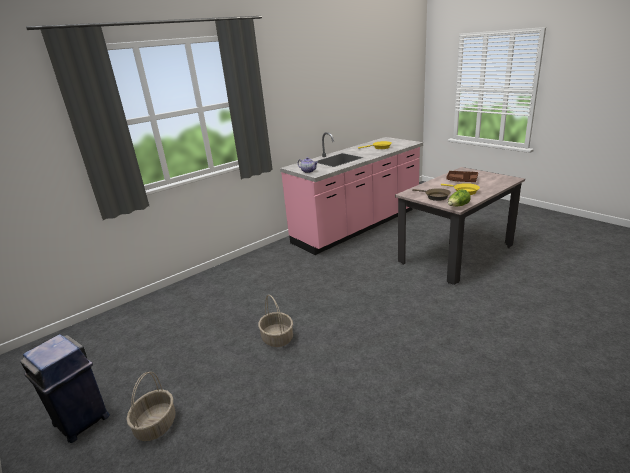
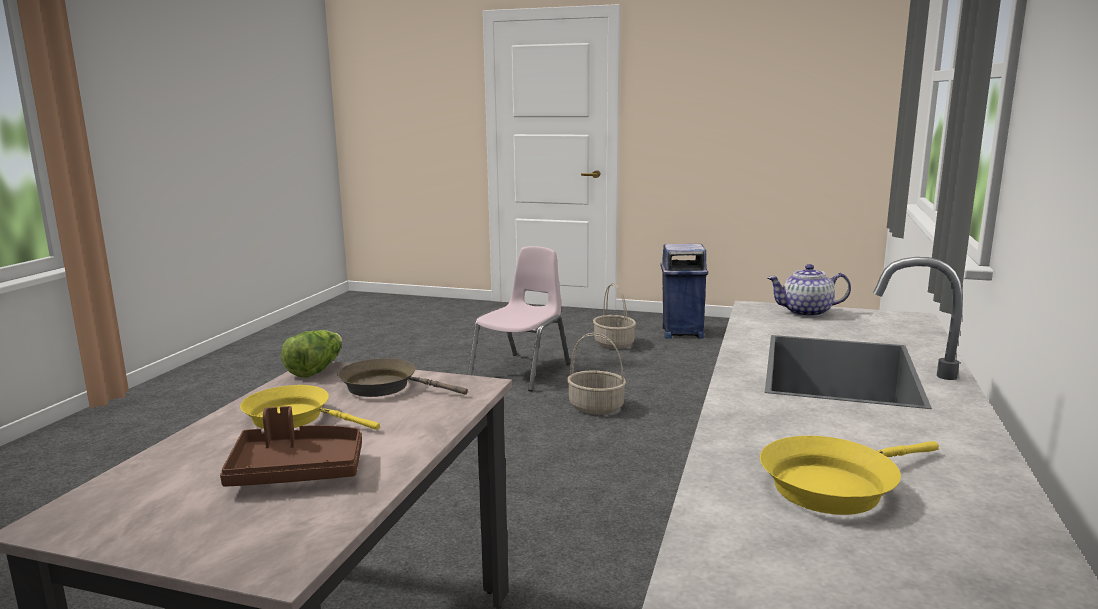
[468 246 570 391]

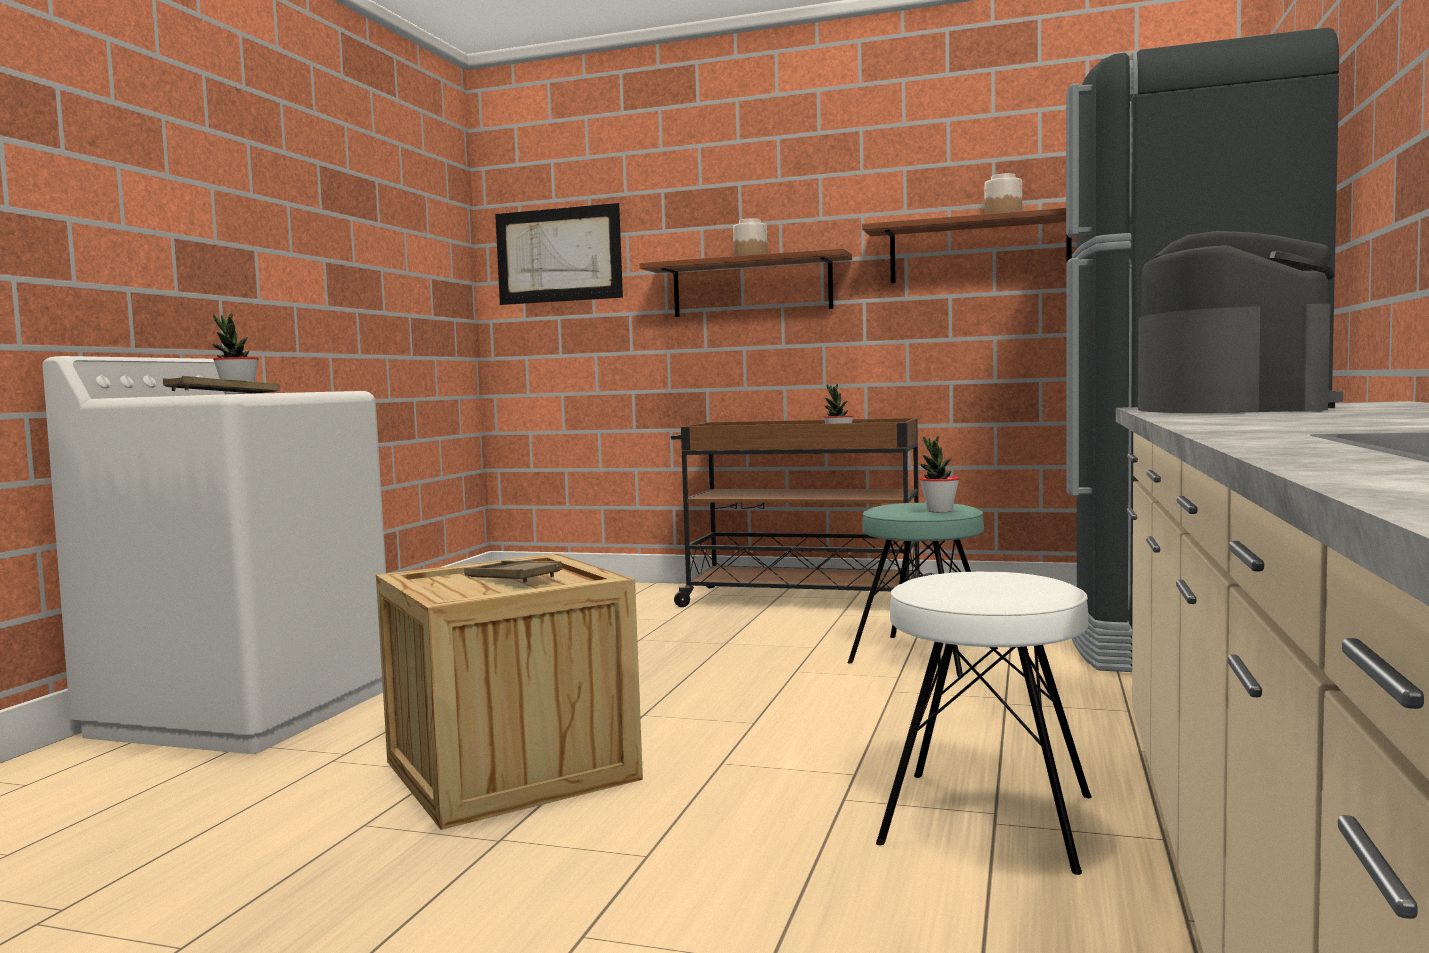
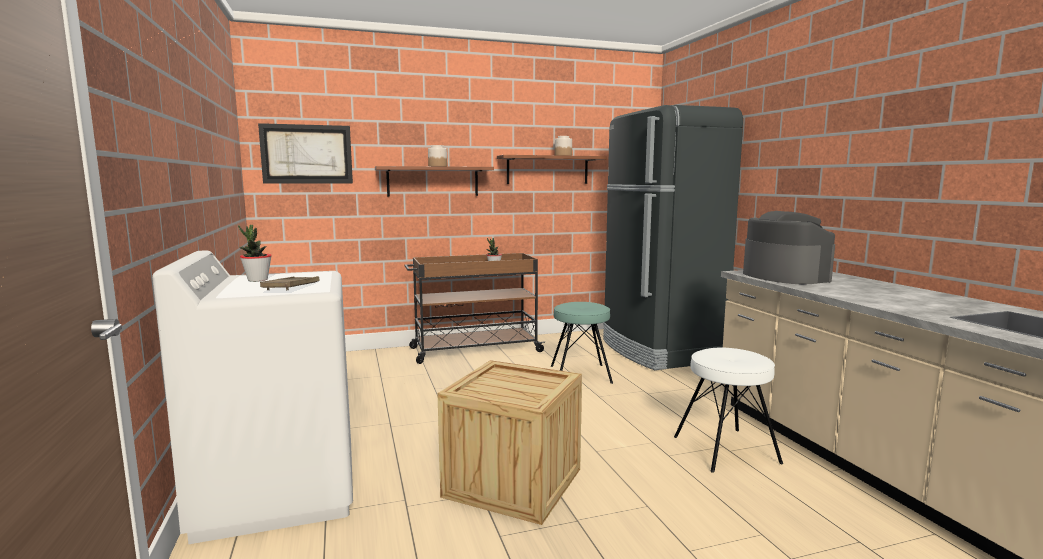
[464 560 562 583] (first image)
[920 436 959 513] (first image)

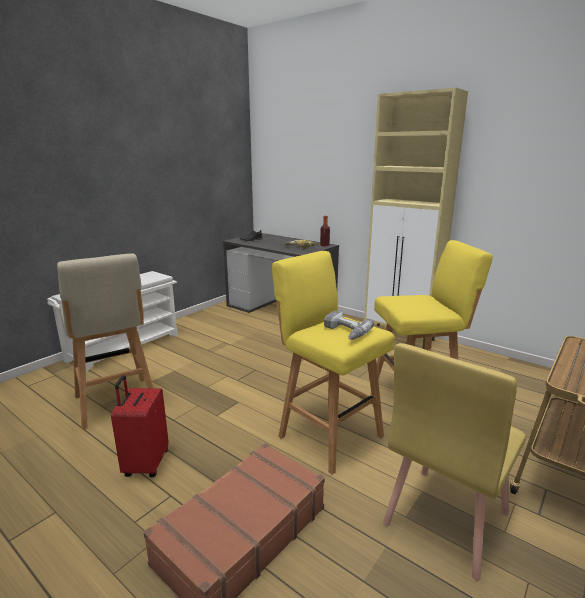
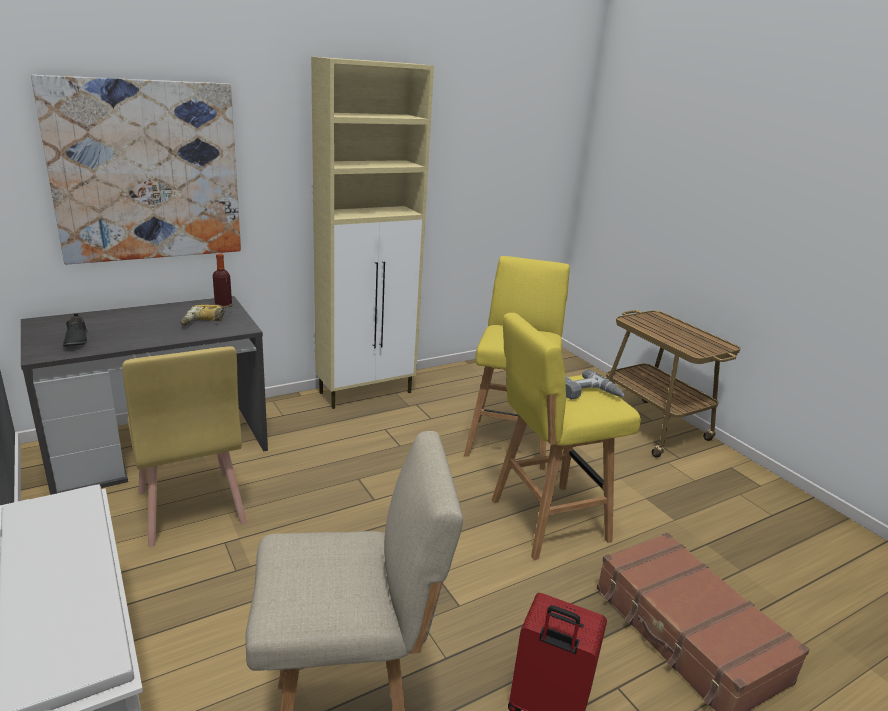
[122 346 247 547]
[31 75 241 265]

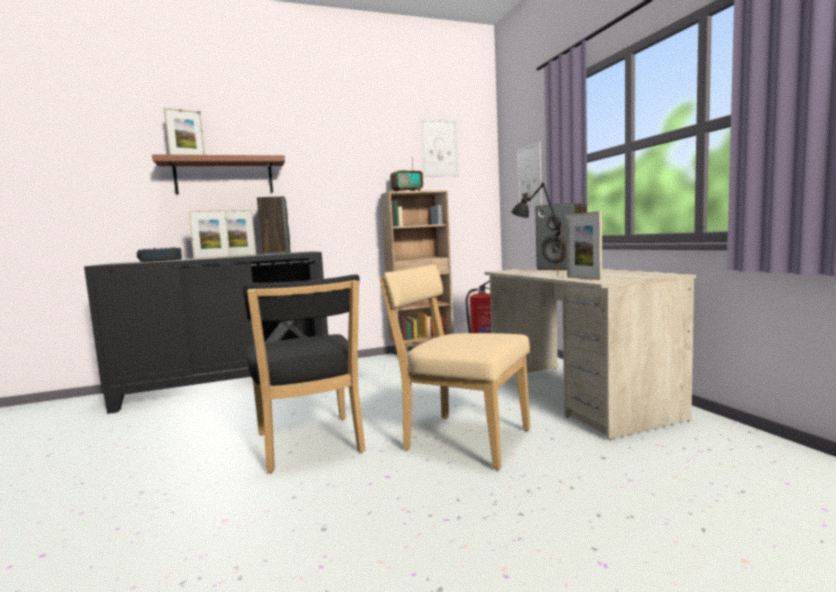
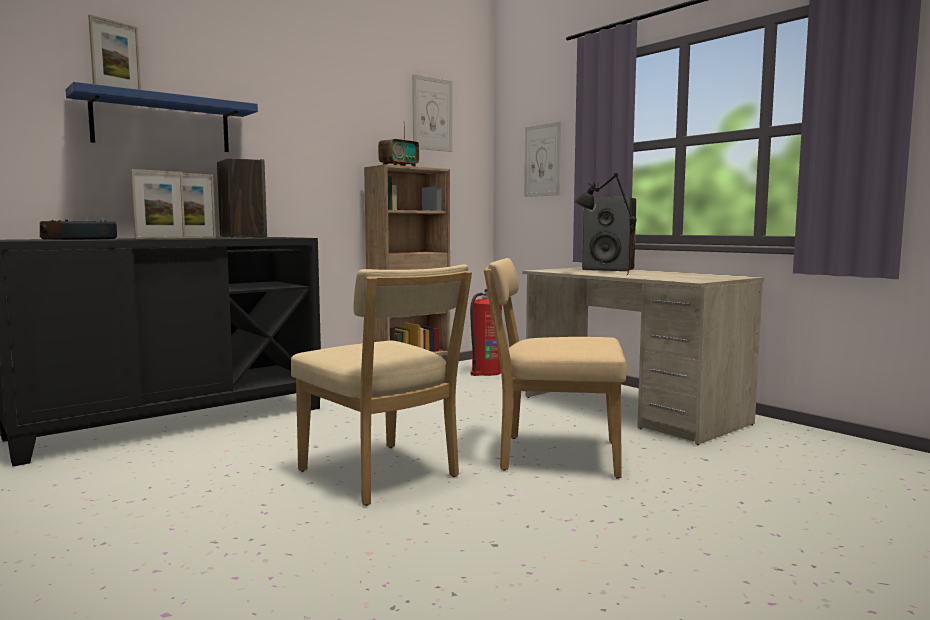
[65 82 258 152]
[291 264 472 506]
[566 211 602 280] (first image)

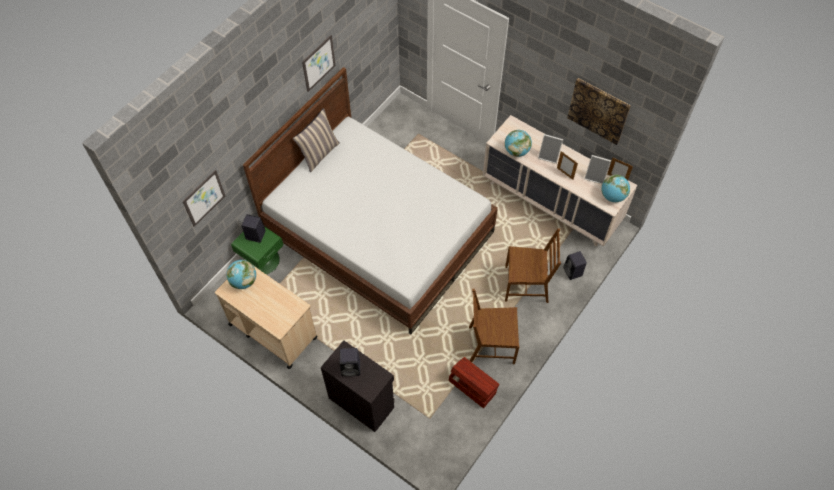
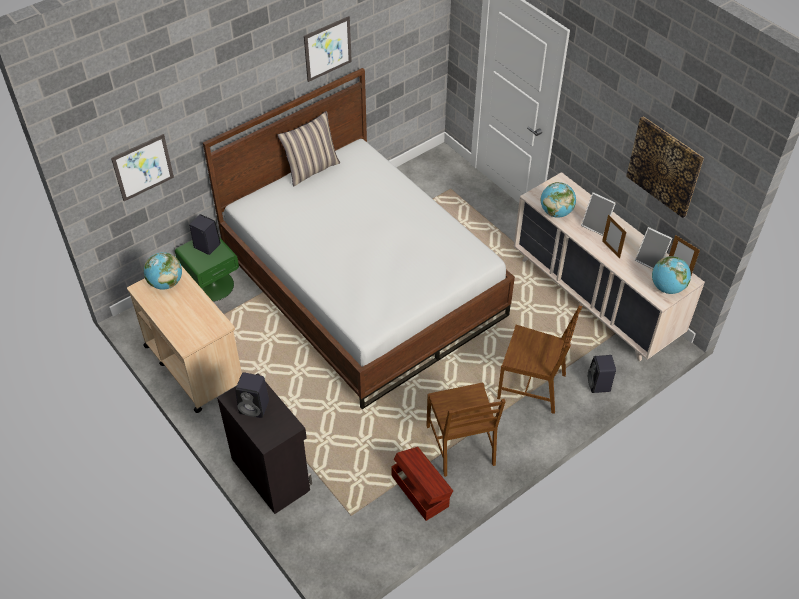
[426 382 506 477]

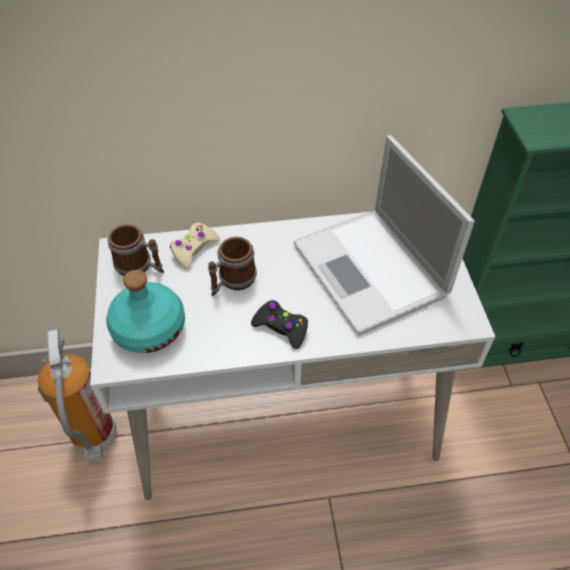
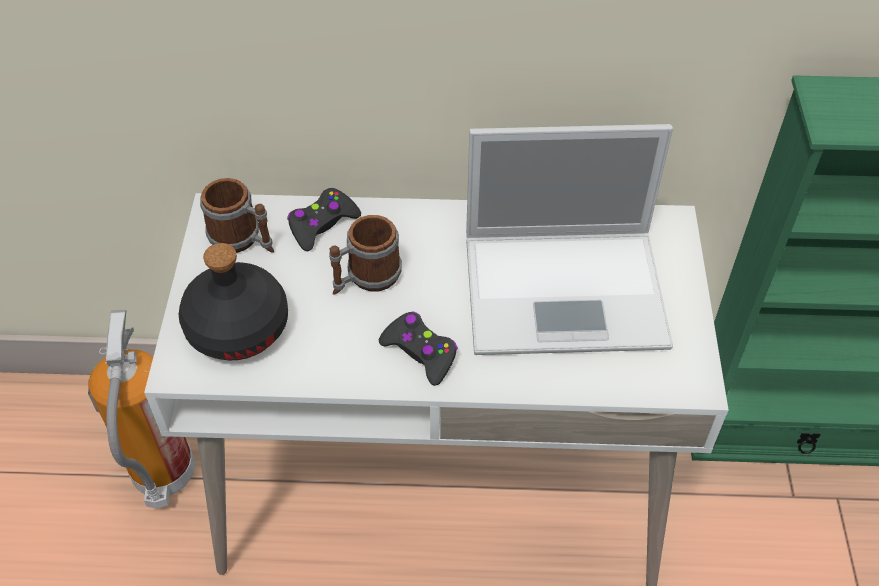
[178 243 288 361]
[287 188 361 251]
[466 124 673 355]

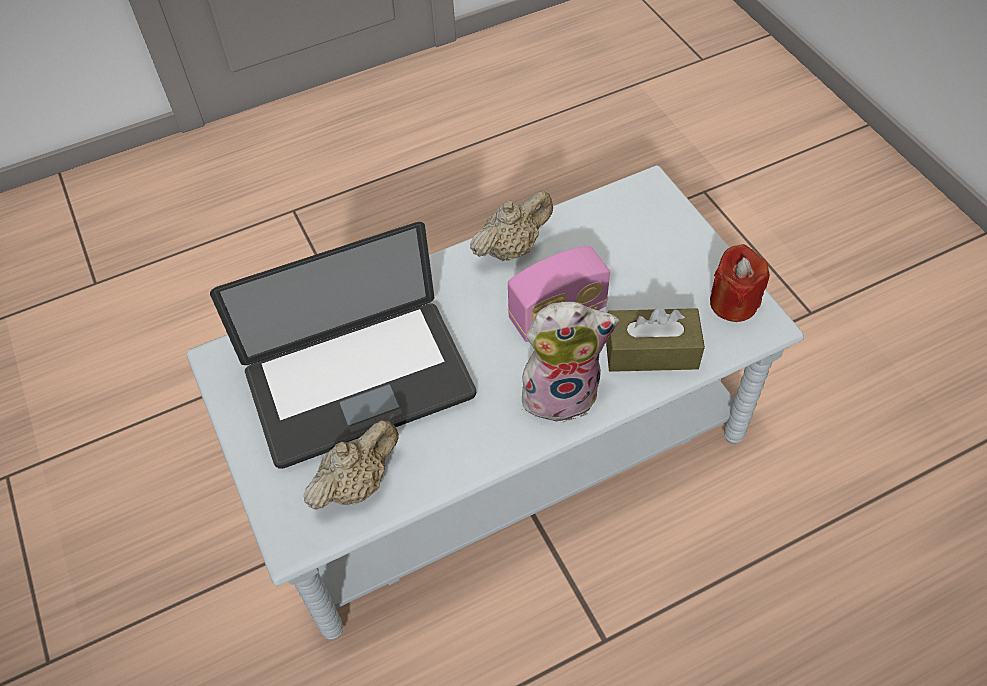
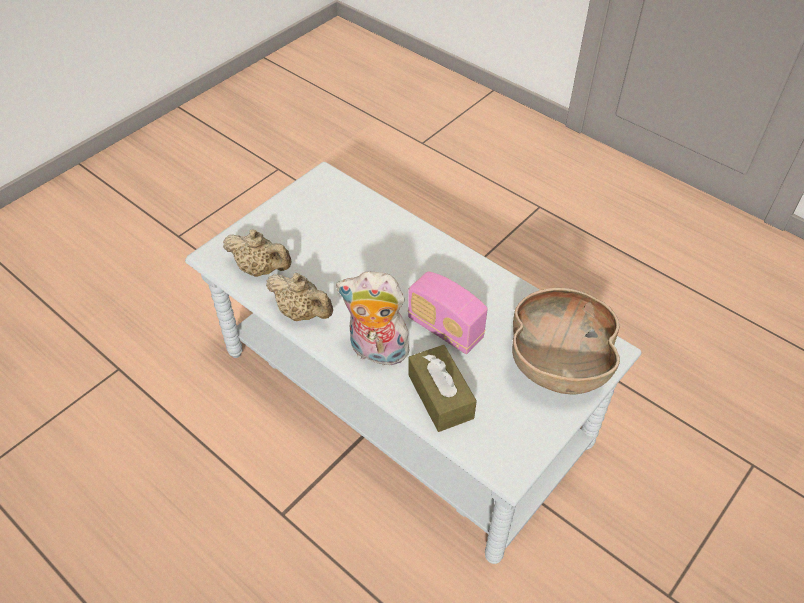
[210 222 476 469] (first image)
[266 273 333 321]
[336 272 409 366]
[710 244 770 322] (first image)
[512 288 620 395]

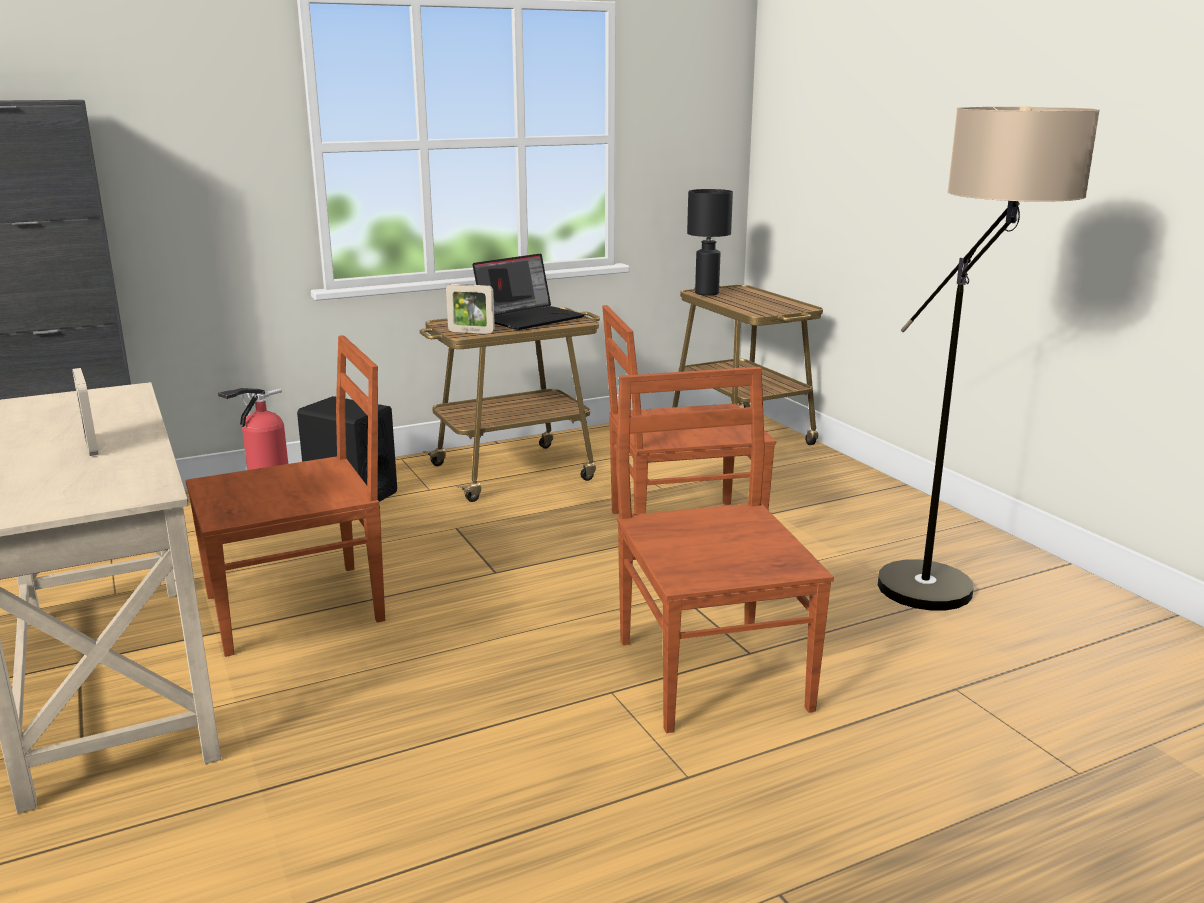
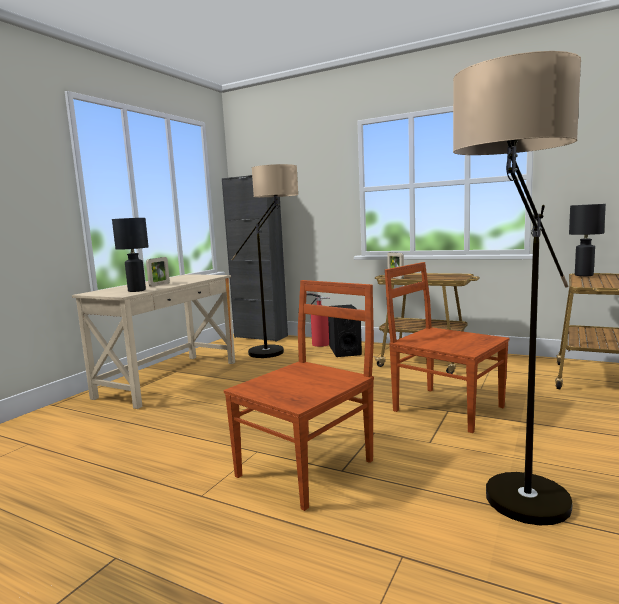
[185 335 385 657] (first image)
[473 253 585 330] (first image)
[112 218 149 292]
[232 164 298 358]

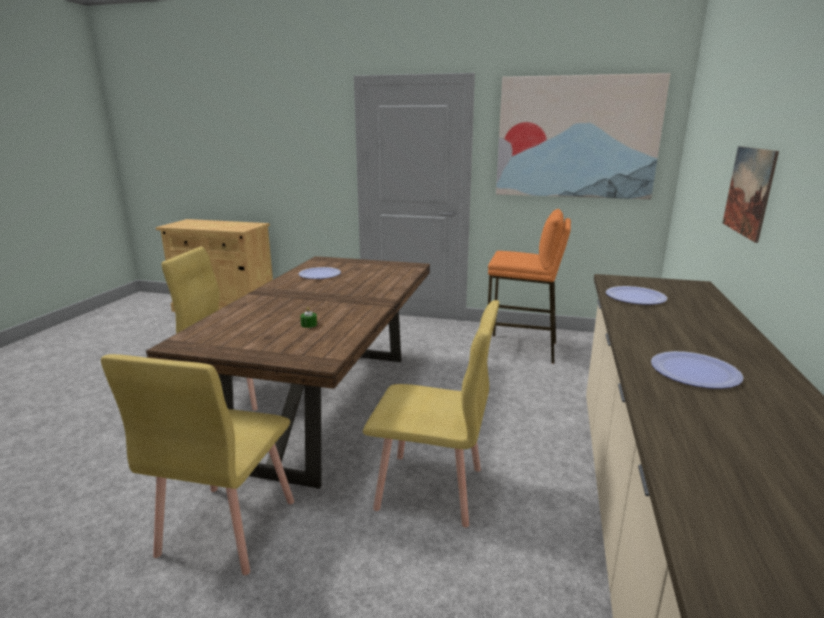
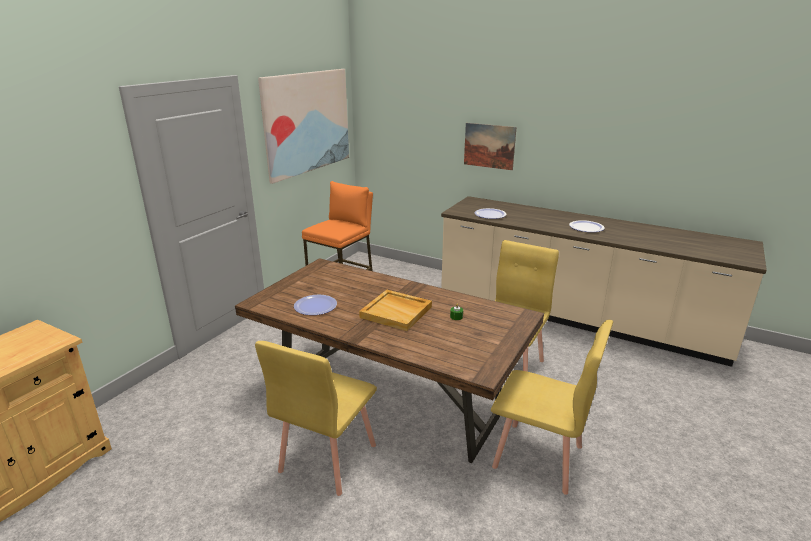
[359 290 432 331]

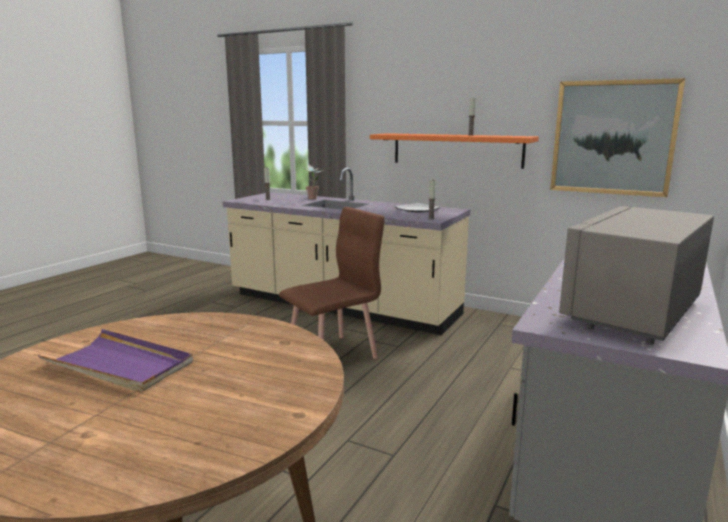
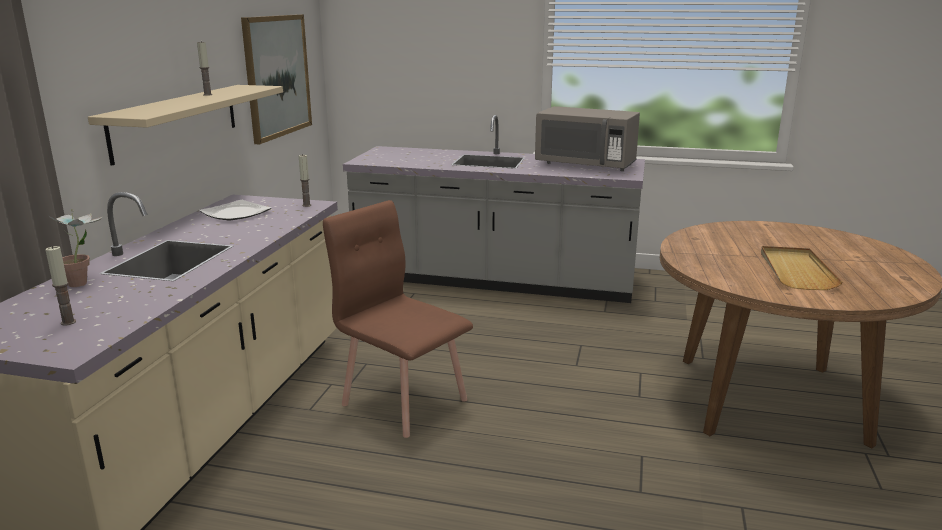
[761 246 843 290]
[88 85 283 166]

